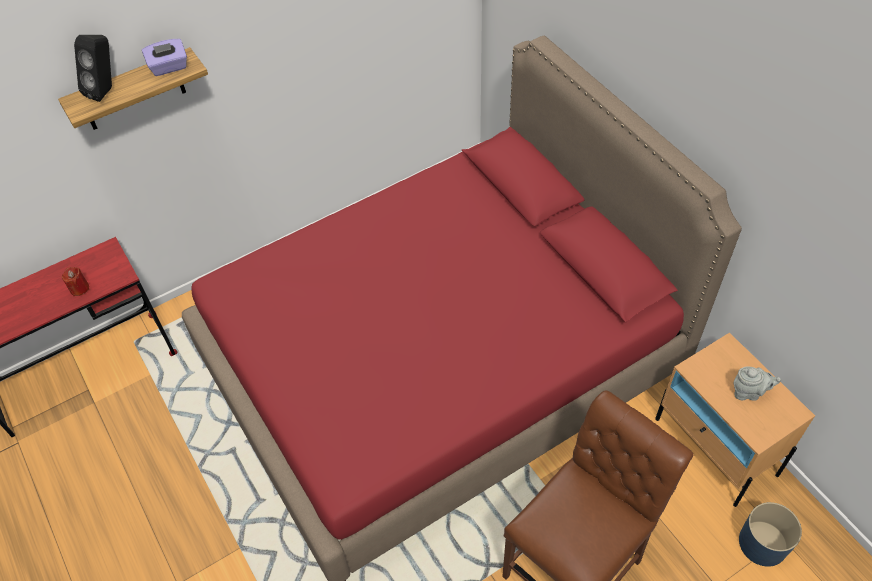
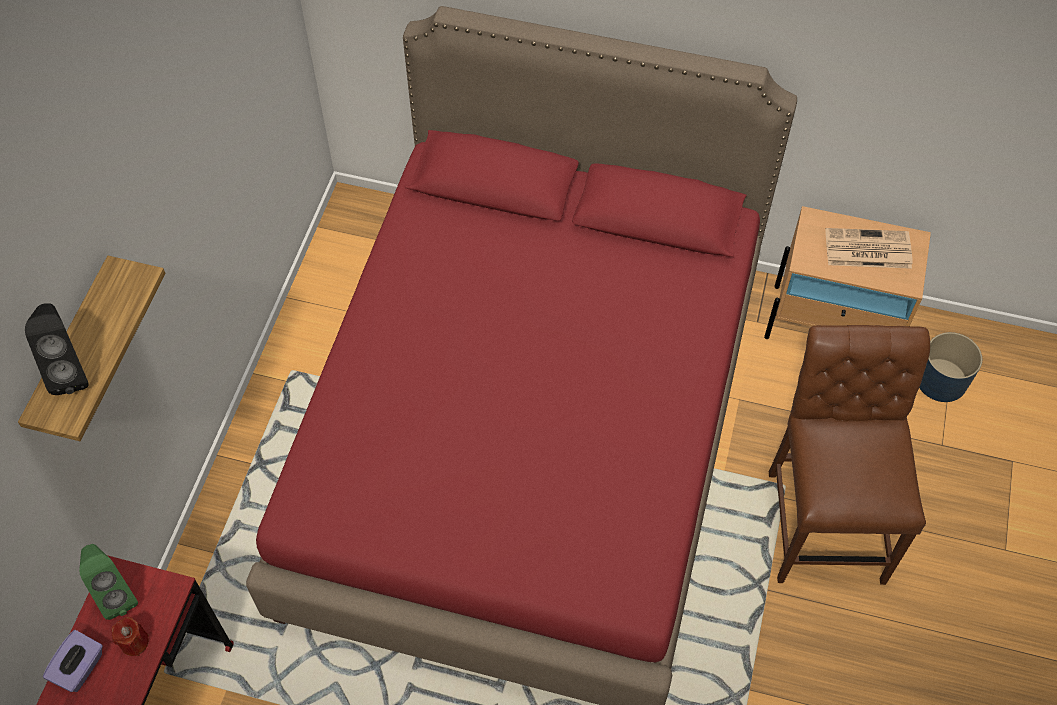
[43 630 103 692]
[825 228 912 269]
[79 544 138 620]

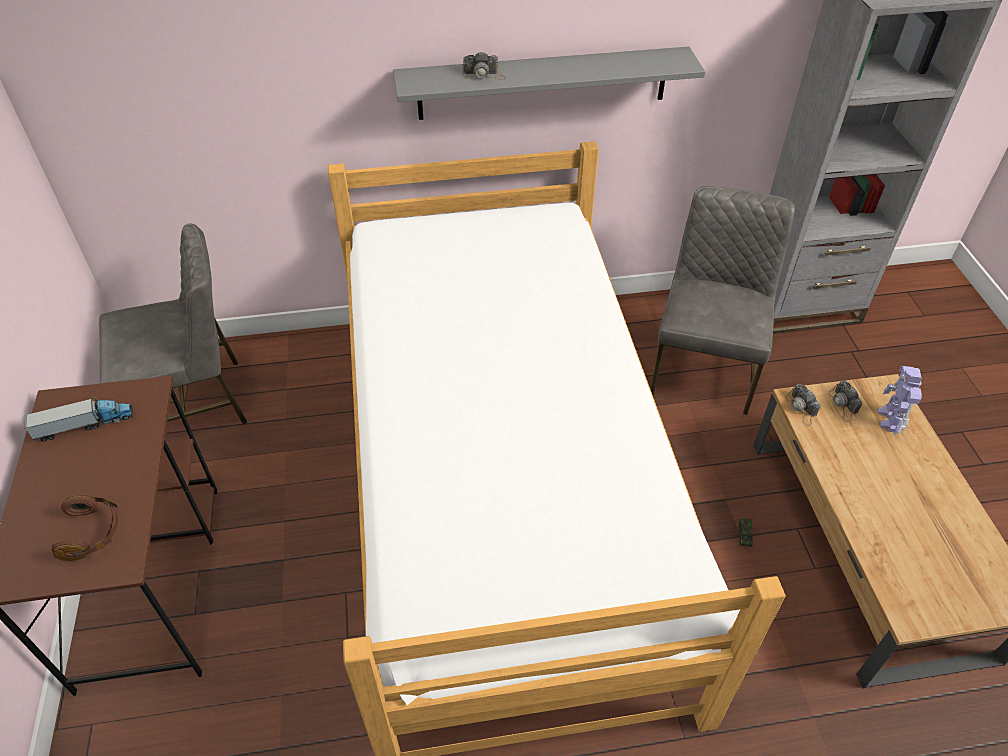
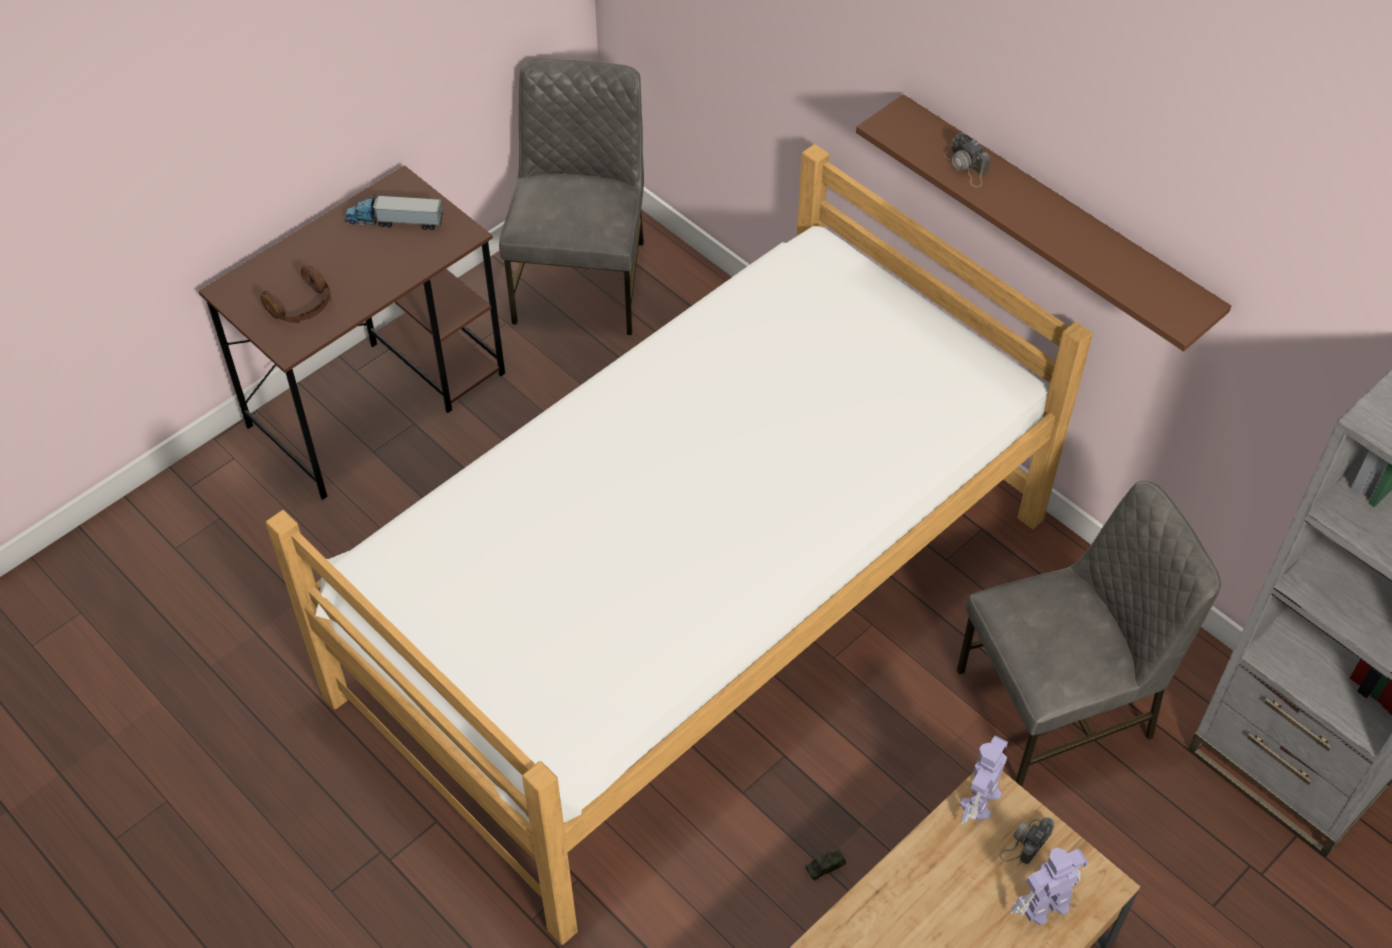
[345 194 443 230]
[499 59 644 335]
[856 94 1231 351]
[959 735 1008 824]

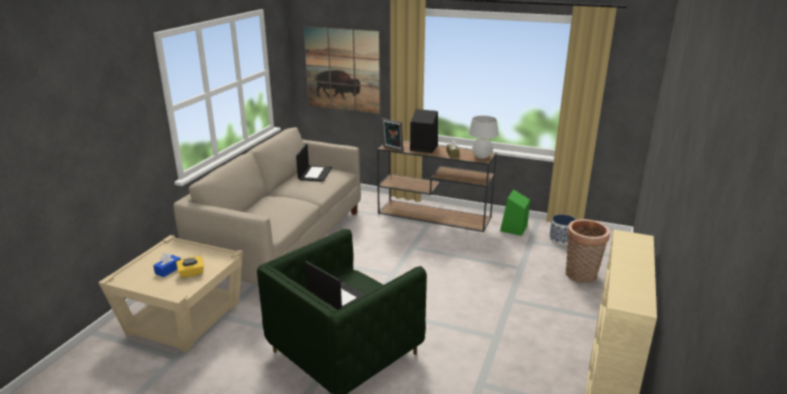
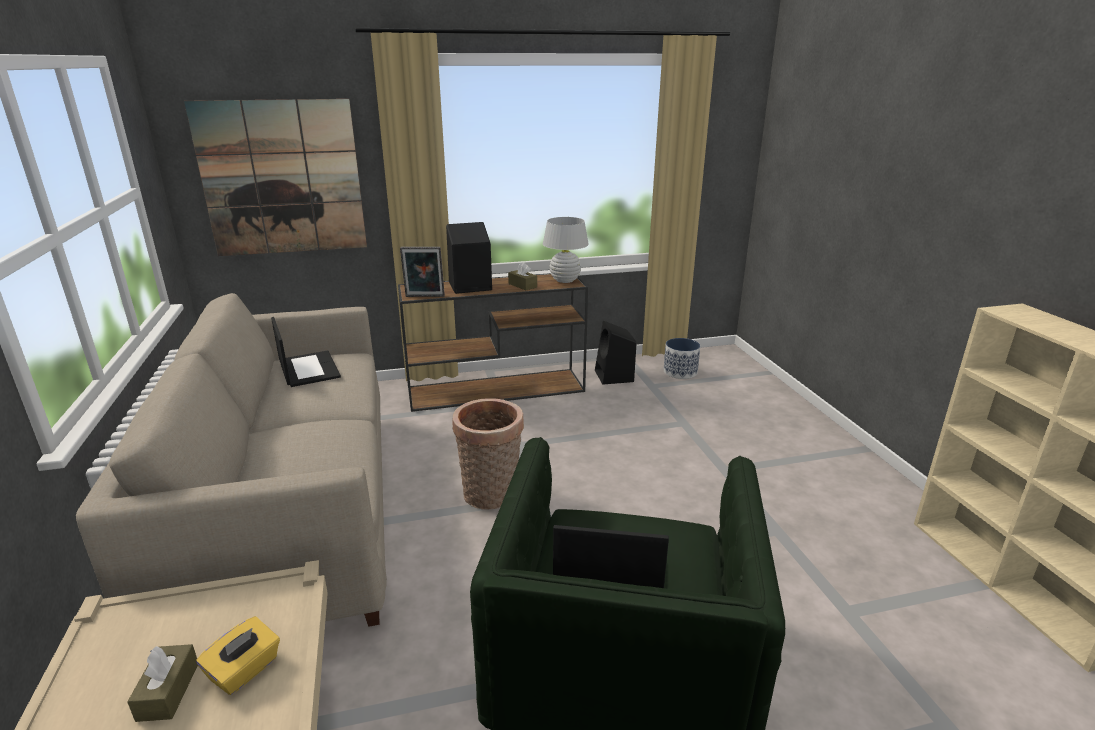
[127 644 198 722]
[595 321 637 385]
[452 398 524 510]

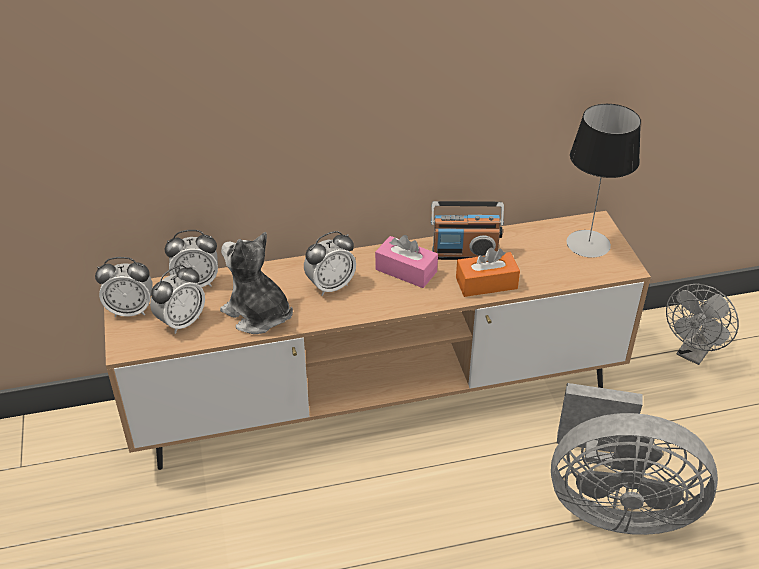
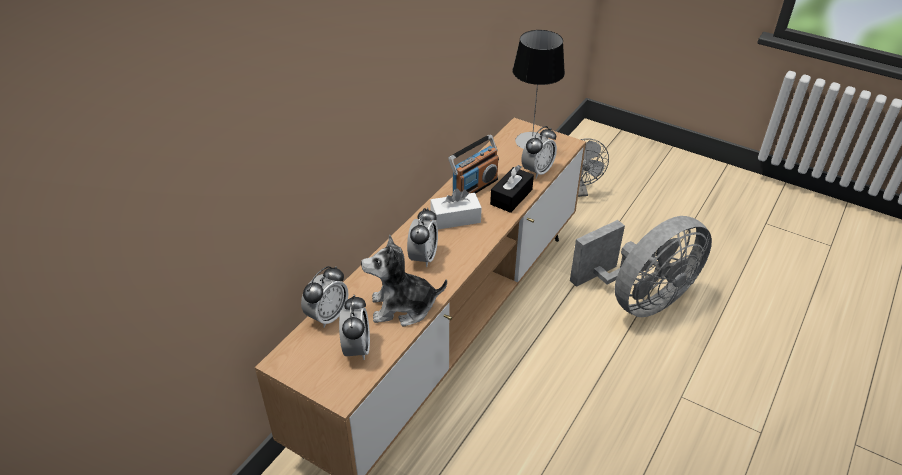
[521 126 557 179]
[430 189 482 230]
[490 165 534 213]

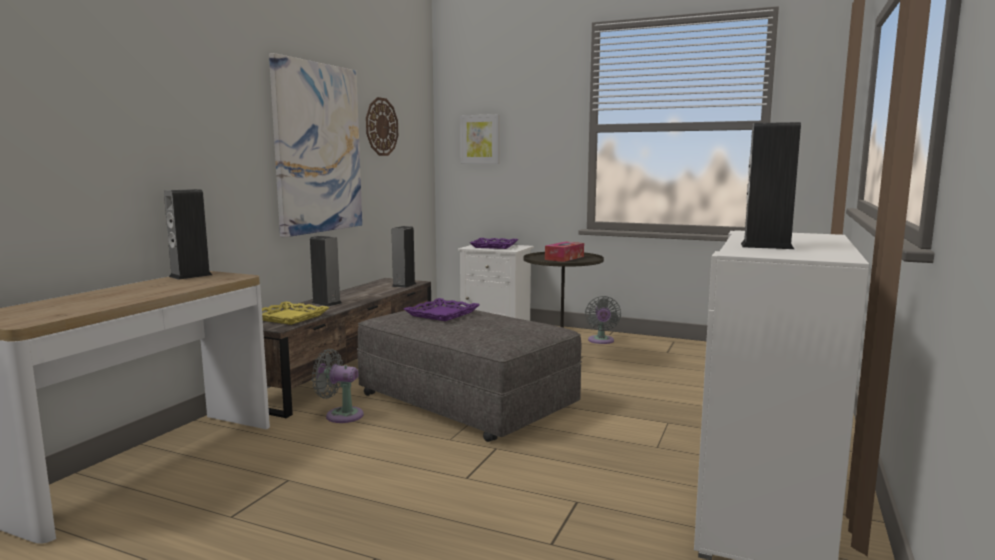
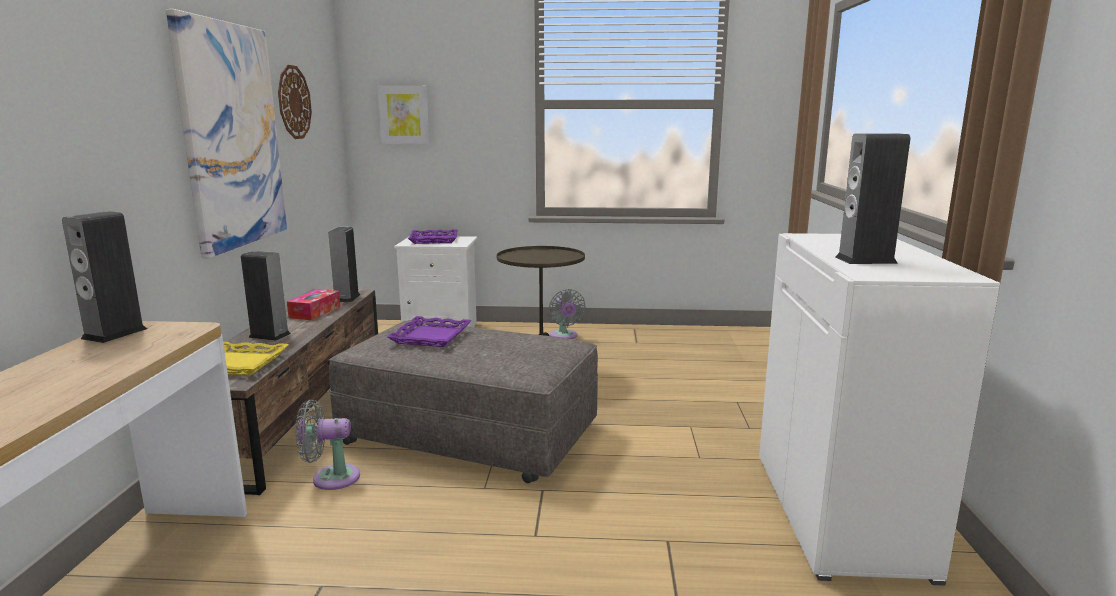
[287 289 340 320]

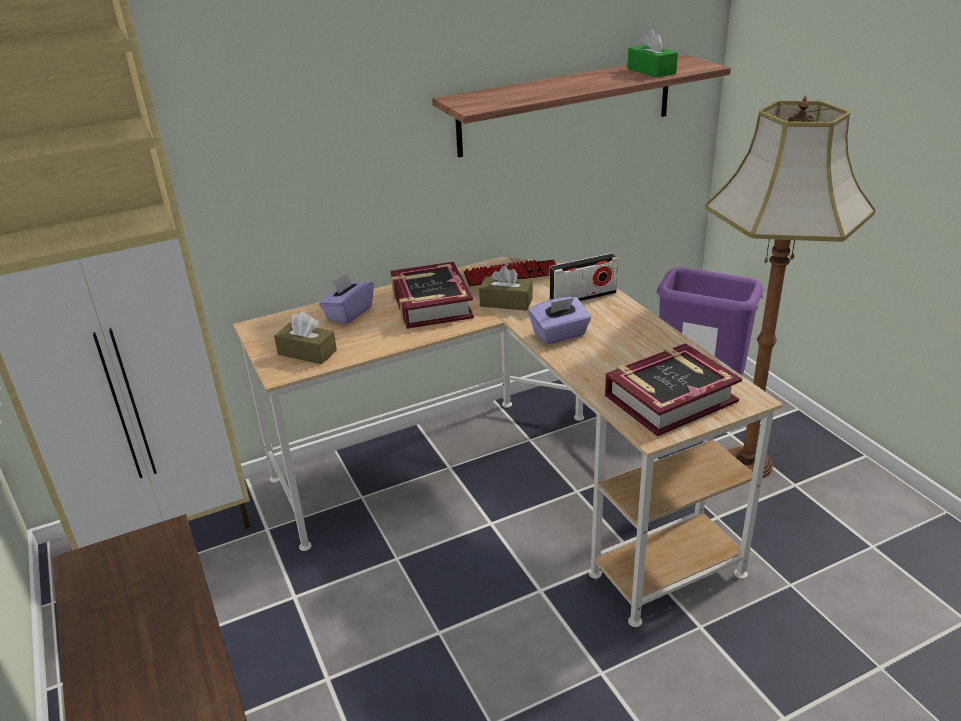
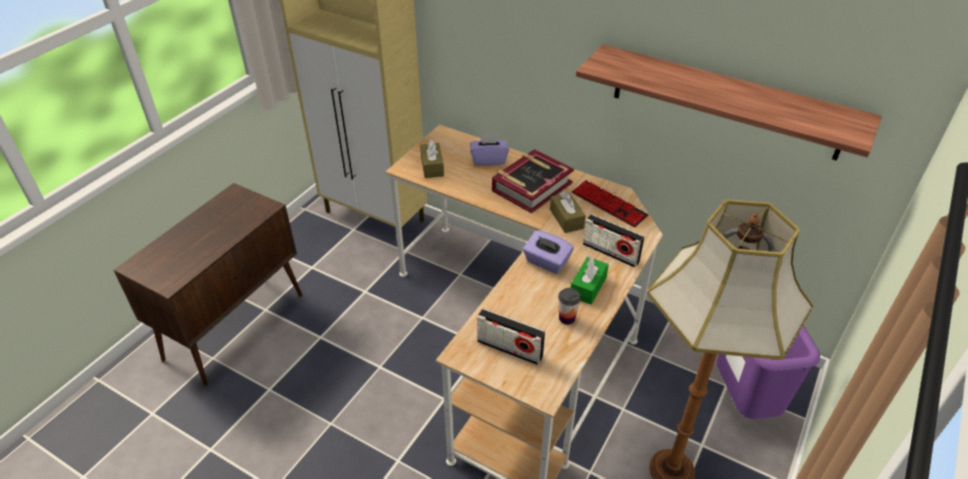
[477 308 545 365]
[571 257 609 304]
[558 288 581 325]

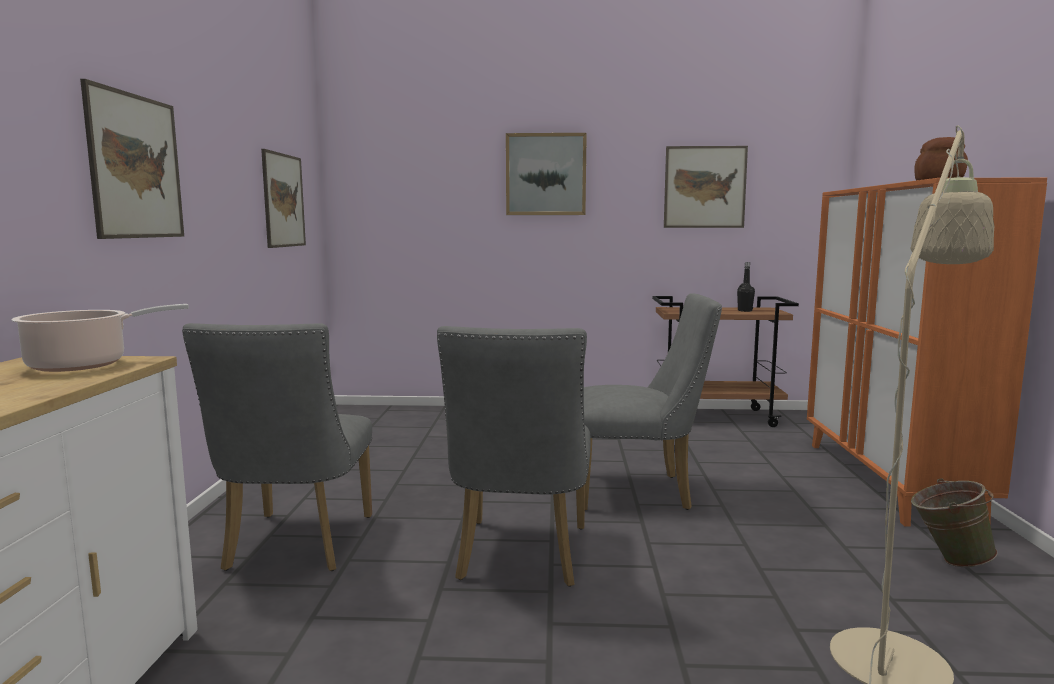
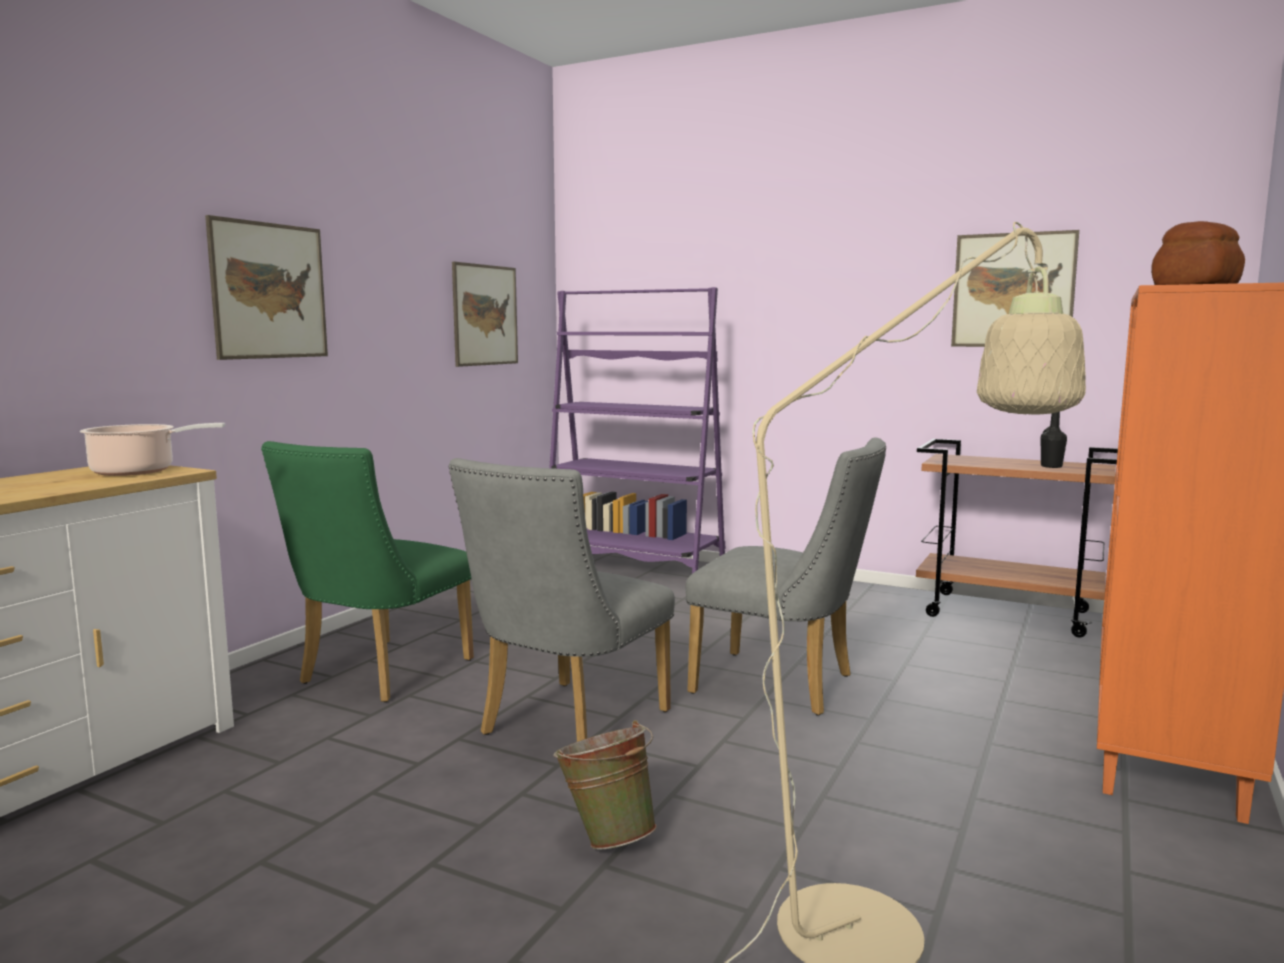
[261 441 474 702]
[506 133 587 215] (first image)
[553 720 657 850]
[549 287 725 574]

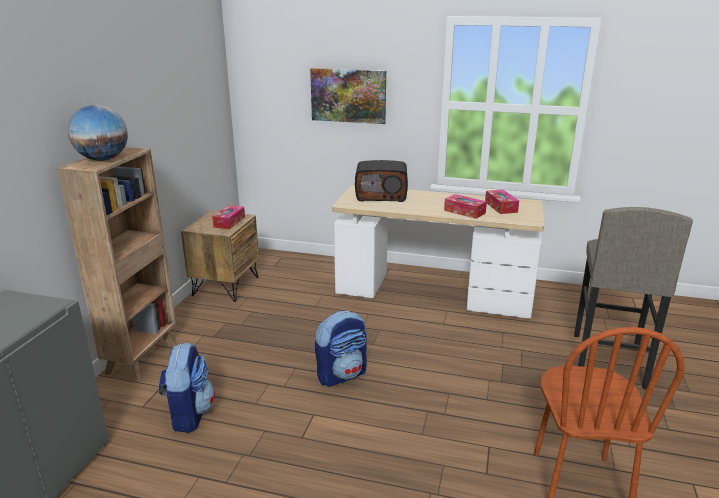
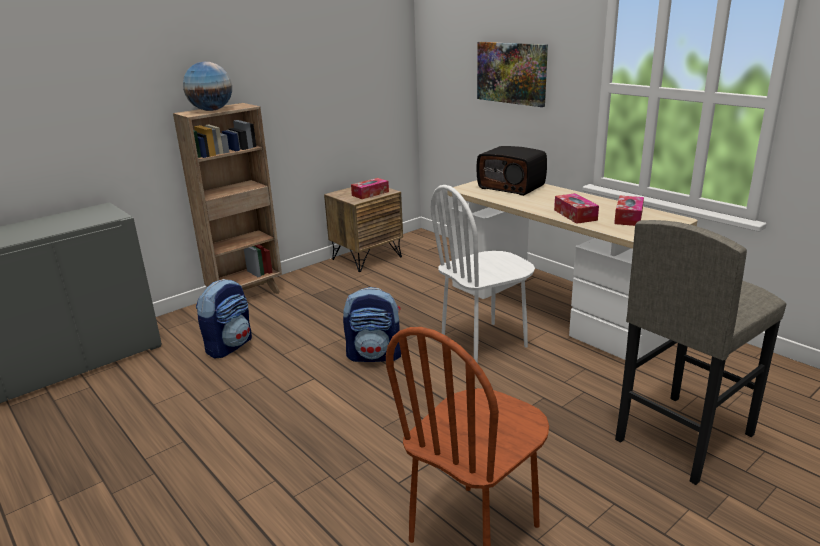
[431 185 535 364]

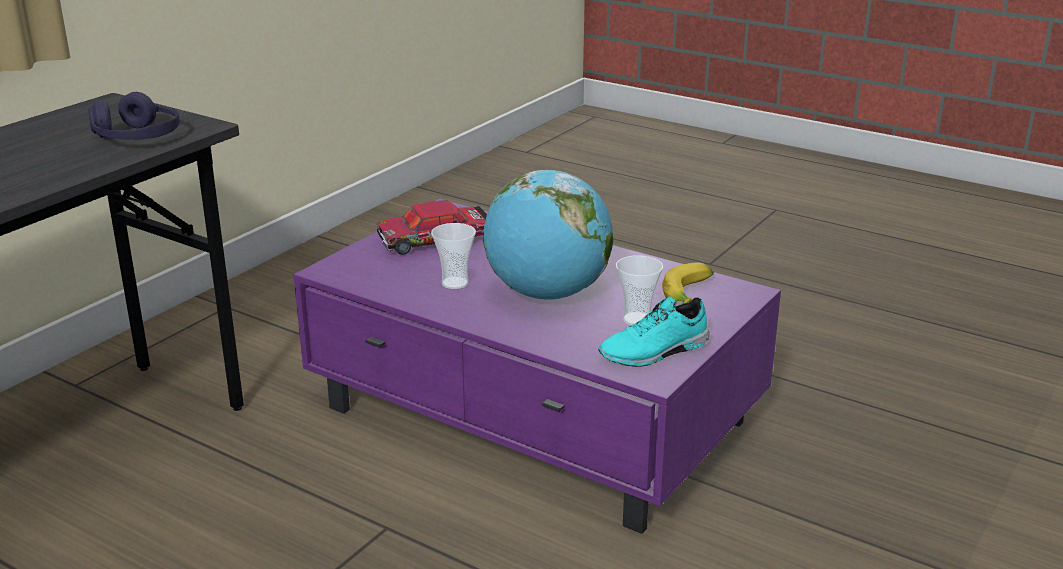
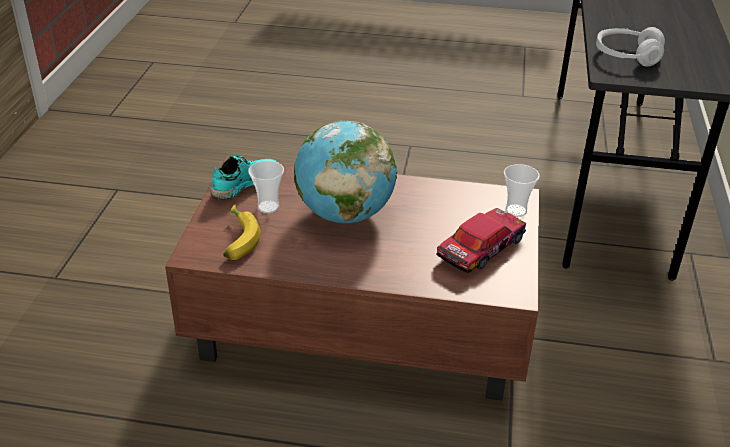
[596 27 665 67]
[165 156 539 401]
[504 164 540 217]

